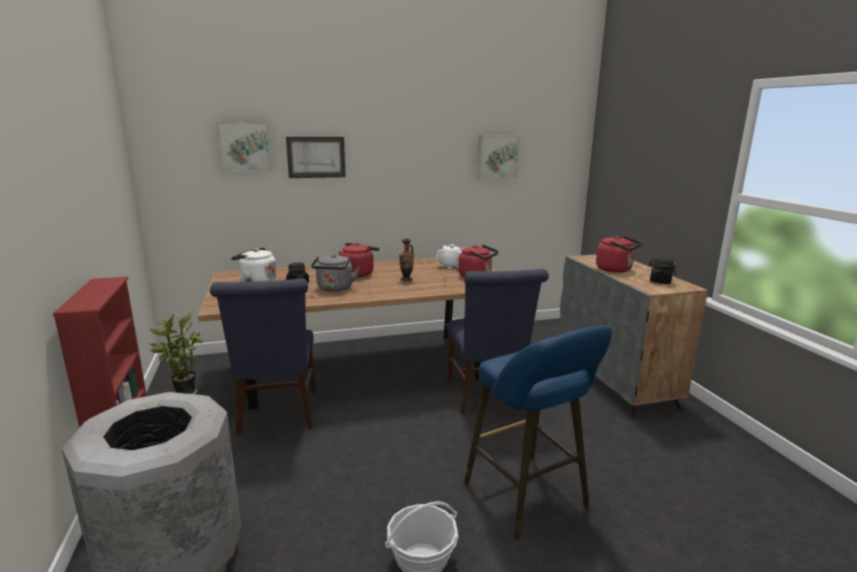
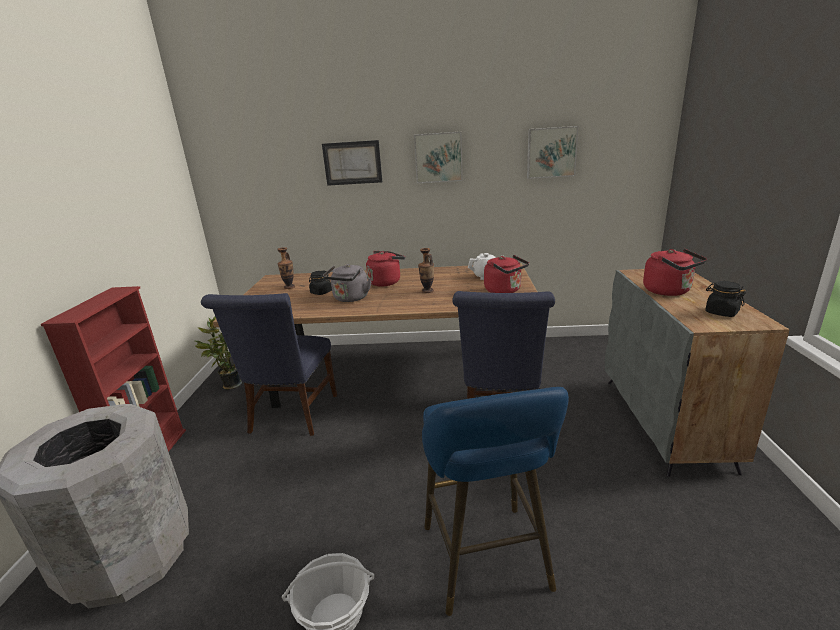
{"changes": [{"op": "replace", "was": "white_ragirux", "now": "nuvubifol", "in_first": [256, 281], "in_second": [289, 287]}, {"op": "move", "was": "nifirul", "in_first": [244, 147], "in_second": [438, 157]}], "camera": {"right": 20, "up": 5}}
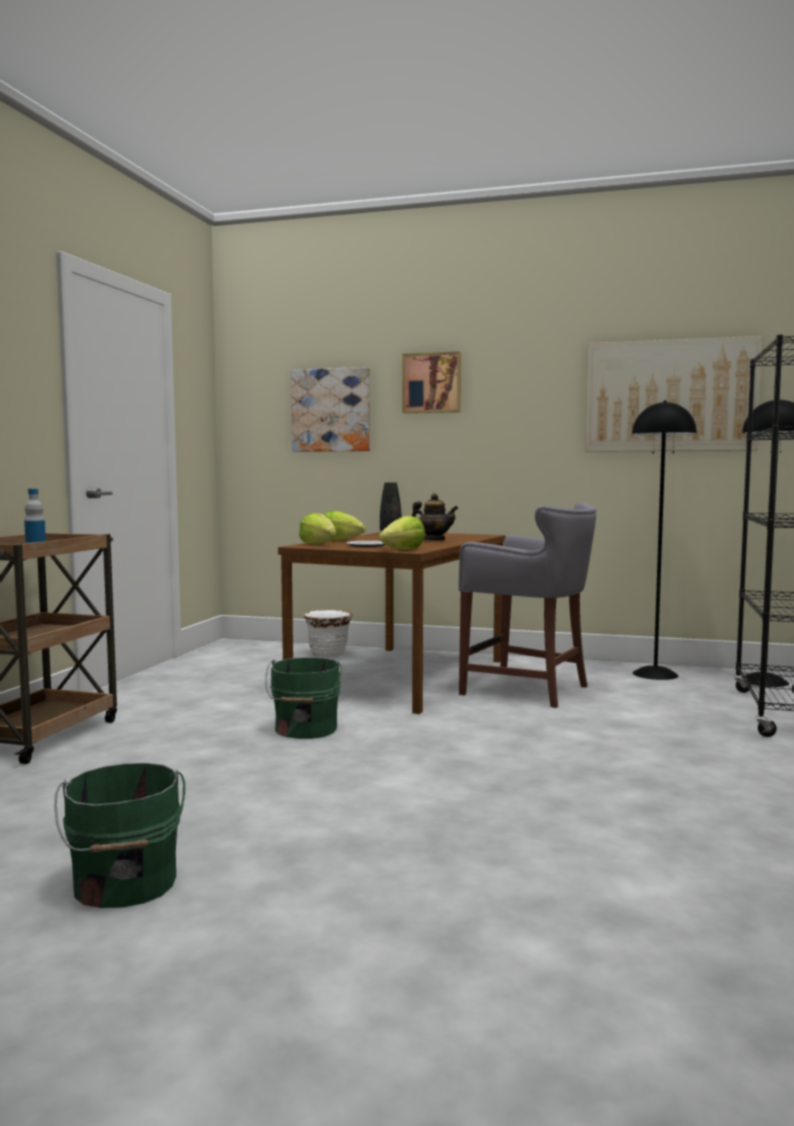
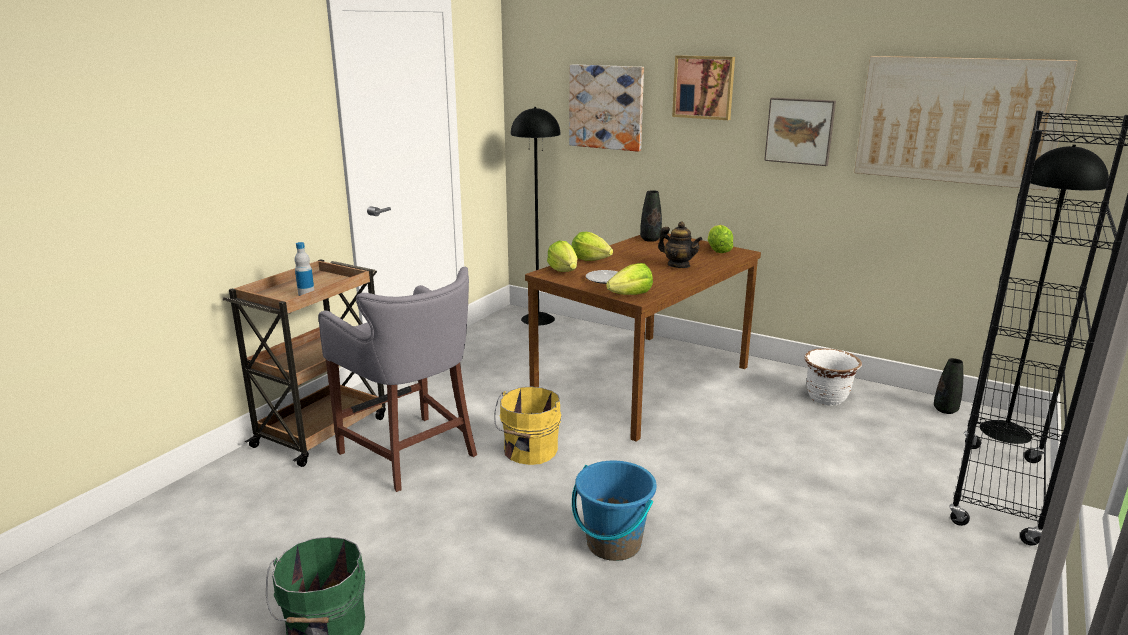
{"changes": [{"op": "move", "was": "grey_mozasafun", "in_first": [529, 690], "in_second": [411, 454]}, {"op": "recolor", "was": "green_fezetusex", "now": "yellow_fezetusex", "in_first": [305, 730], "in_second": [529, 451]}, {"op": "move", "was": "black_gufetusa", "in_first": [655, 674], "in_second": [538, 319]}, {"op": "insert", "now": "blue_fezetusex", "in_second": [613, 544]}, {"op": "insert", "now": "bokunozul", "in_second": [718, 250]}, {"op": "insert", "now": "nifirul", "in_second": [800, 131]}, {"op": "move", "was": "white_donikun", "in_first": [328, 653], "in_second": [827, 398]}, {"op": "insert", "now": "black_nuvubifol", "in_second": [945, 410]}], "camera": {"right": 15, "up": 15}}
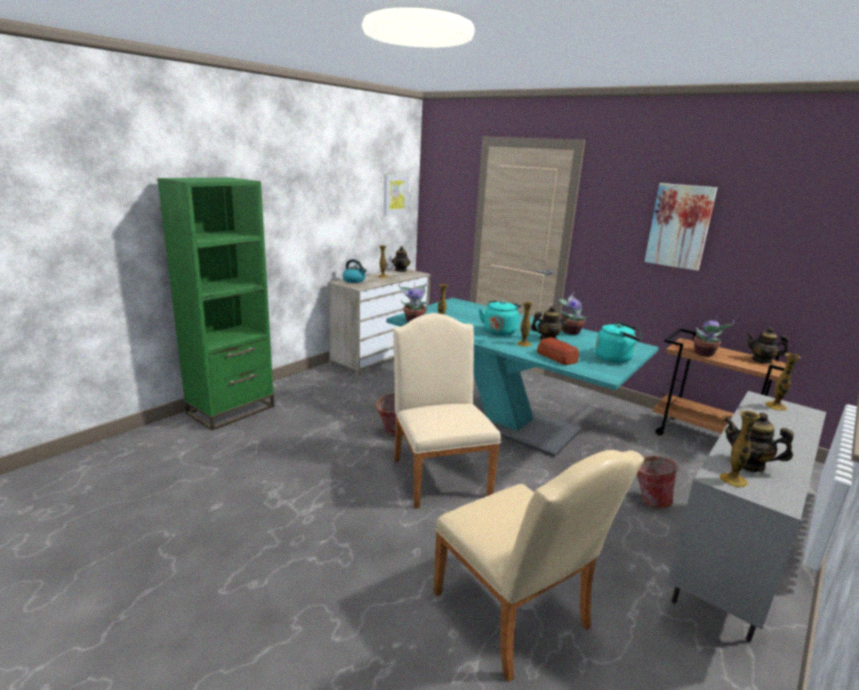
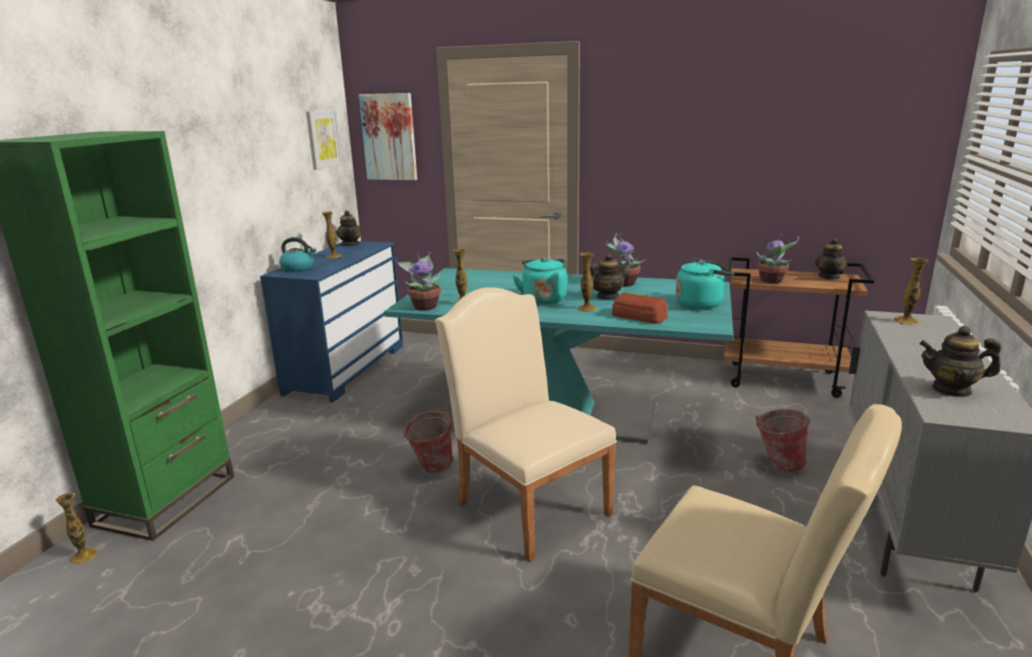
{"changes": [{"op": "move", "was": "nuvubifol", "in_first": [733, 480], "in_second": [84, 556]}, {"op": "recolor", "was": "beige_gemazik", "now": "blue_gemazik", "in_first": [379, 356], "in_second": [345, 369]}, {"op": "move", "was": "nifirul", "in_first": [679, 226], "in_second": [389, 137]}, {"op": "rotate", "was": "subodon", "in_first": [761, 360], "in_second": [829, 277], "clockwise": -75}], "camera": {"right": -20, "up": 0}}
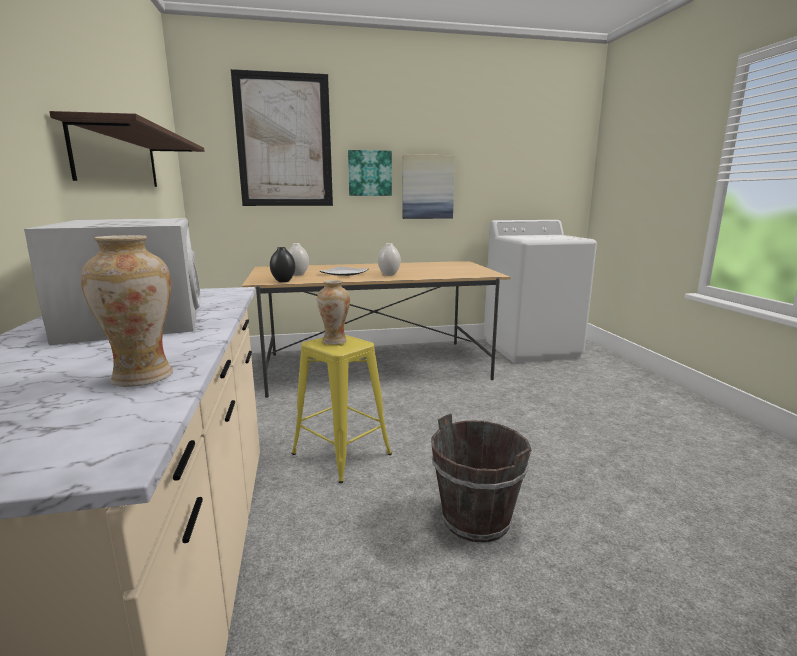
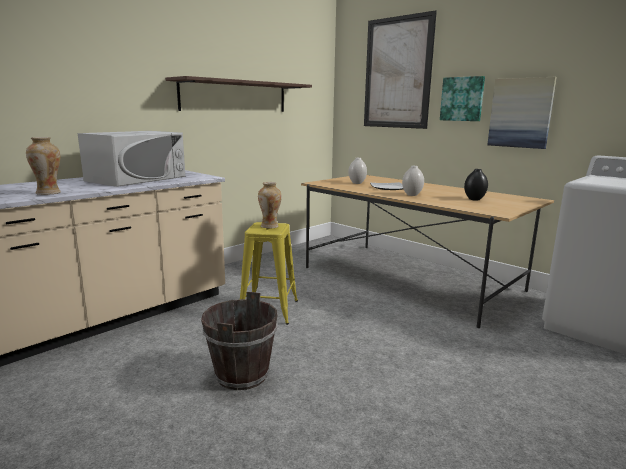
{"changes": [{"op": "move", "was": "black_nuvubifol", "in_first": [283, 281], "in_second": [474, 199]}], "camera": {"right": 55, "up": 0}}
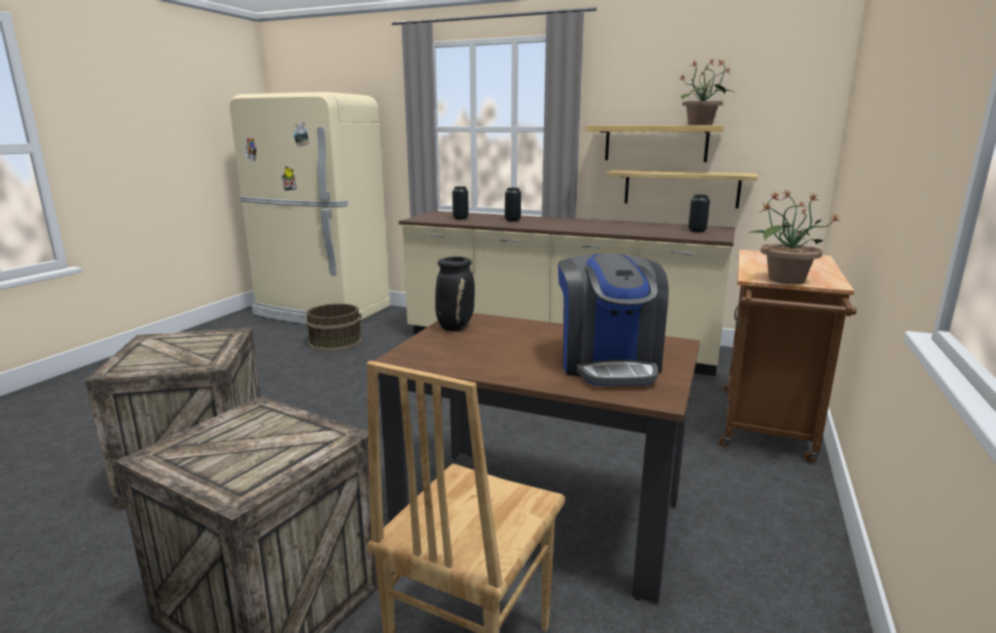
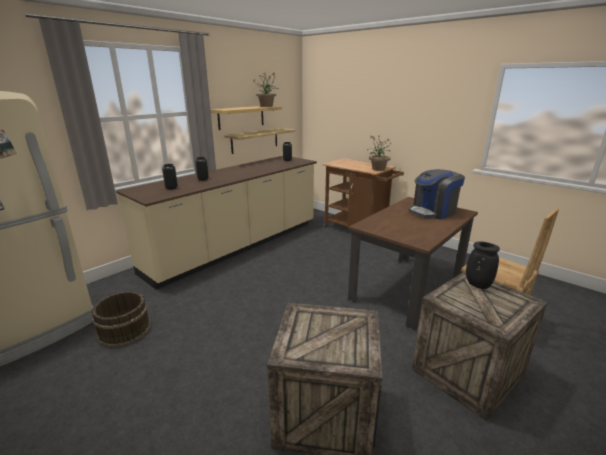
{"changes": [{"op": "rotate", "was": "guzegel", "in_first": [608, 363], "in_second": [433, 212], "clockwise": 135}, {"op": "move", "was": "black_nuvubifol", "in_first": [455, 327], "in_second": [477, 285]}], "camera": {"right": -70, "up": 5}}
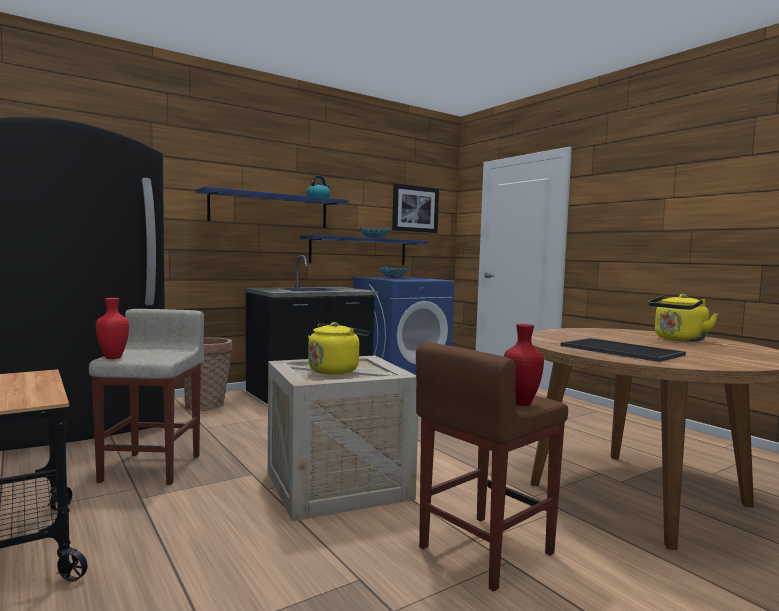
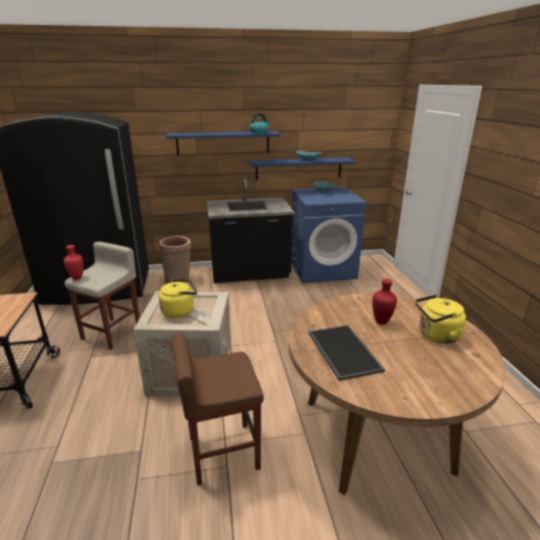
{"changes": [{"op": "move", "was": "red_nuvubifol", "in_first": [522, 403], "in_second": [382, 322]}, {"op": "delete", "was": "nifirul", "in_first": [415, 209]}], "camera": {"right": 25, "up": 20}}
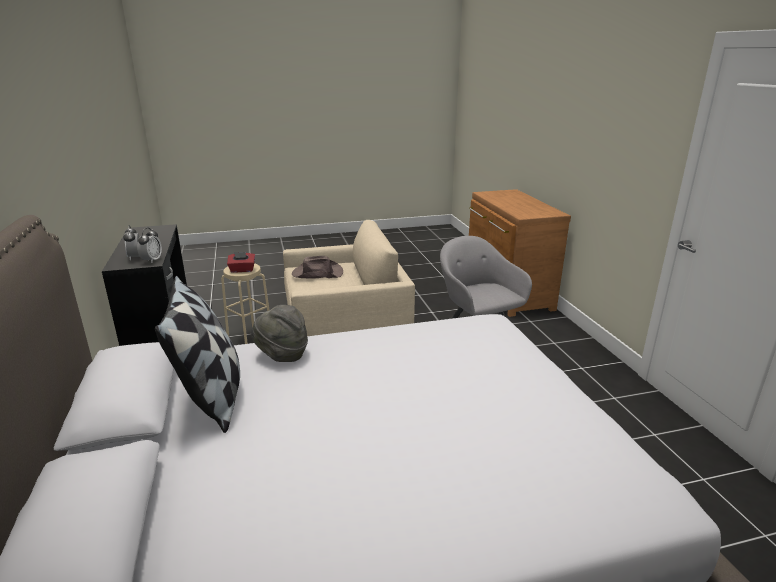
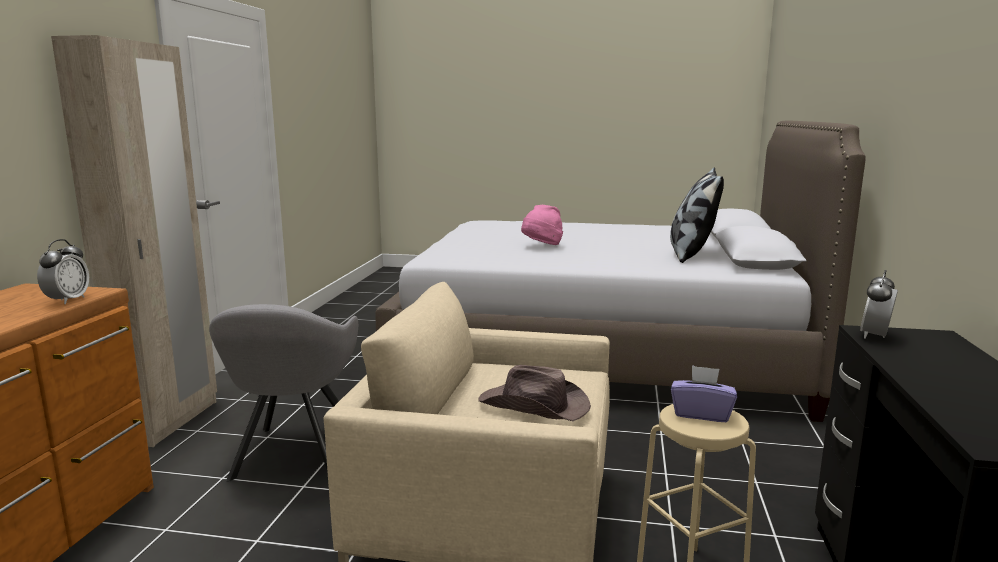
{"changes": [{"op": "move", "was": "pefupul", "in_first": [135, 257], "in_second": [67, 300]}, {"op": "insert", "now": "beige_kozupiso", "in_second": [170, 421]}, {"op": "insert", "now": "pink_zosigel", "in_second": [542, 246]}, {"op": "recolor", "was": "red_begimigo", "now": "purple_begimigo", "in_first": [242, 270], "in_second": [701, 413]}, {"op": "delete", "was": "grey_zosigel", "in_first": [282, 355]}], "camera": {"right": -155, "up": -10}}
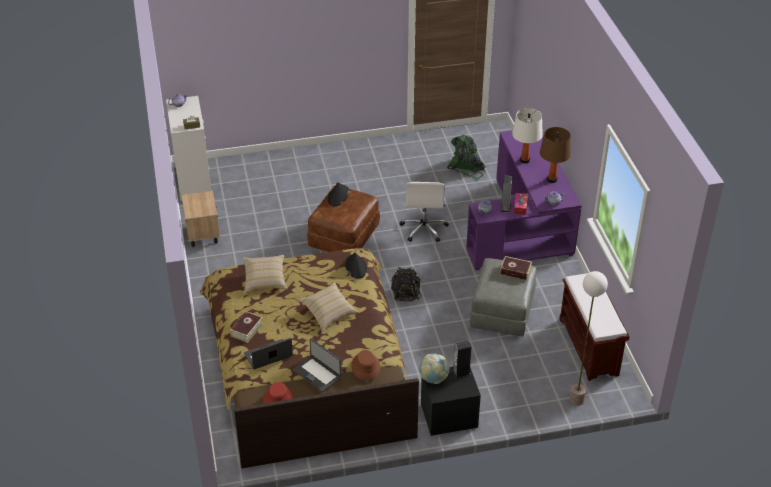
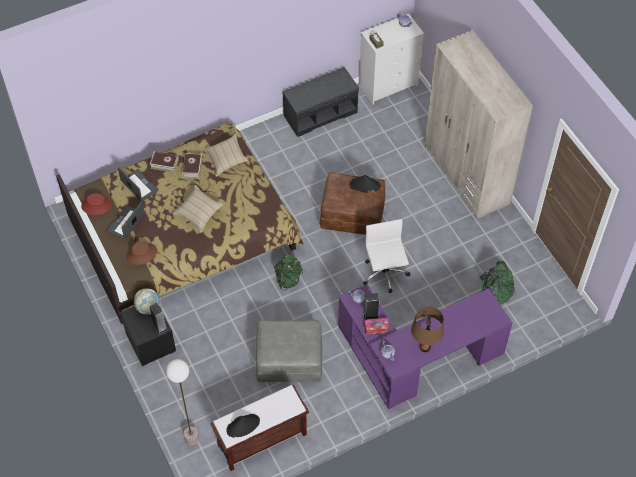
{"changes": [{"op": "move", "was": "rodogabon", "in_first": [515, 271], "in_second": [192, 168]}, {"op": "move", "was": "black_zosigel", "in_first": [355, 267], "in_second": [243, 425]}, {"op": "recolor", "was": "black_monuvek", "now": "green_monuvek", "in_first": [405, 295], "in_second": [288, 279]}, {"op": "replace", "was": "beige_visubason", "now": "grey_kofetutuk", "in_first": [203, 234], "in_second": [320, 113]}, {"op": "rotate", "was": "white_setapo", "in_first": [424, 229], "in_second": [384, 274], "clockwise": 90}, {"op": "insert", "now": "beige_kozupiso", "in_second": [466, 175]}, {"op": "delete", "was": "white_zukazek", "in_first": [524, 160]}], "camera": {"right": 75, "up": 15}}
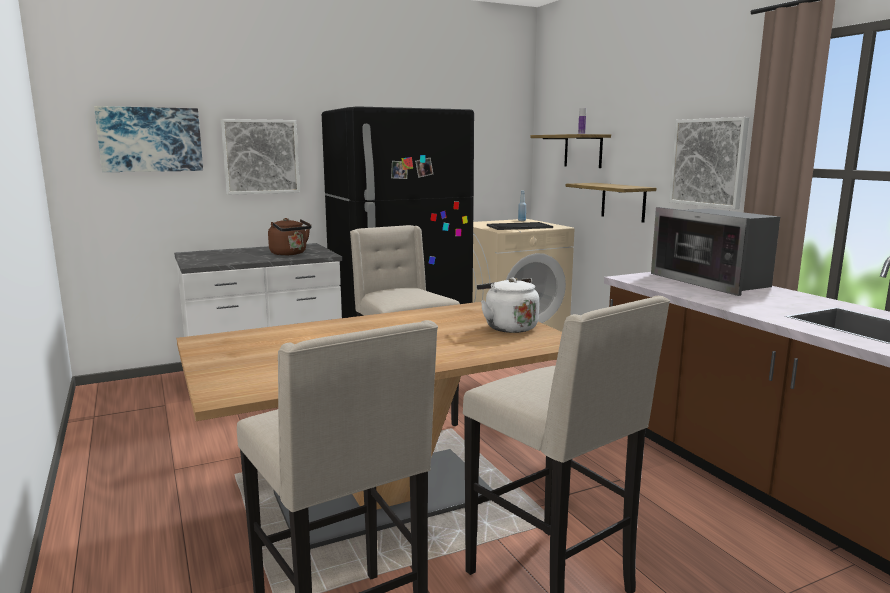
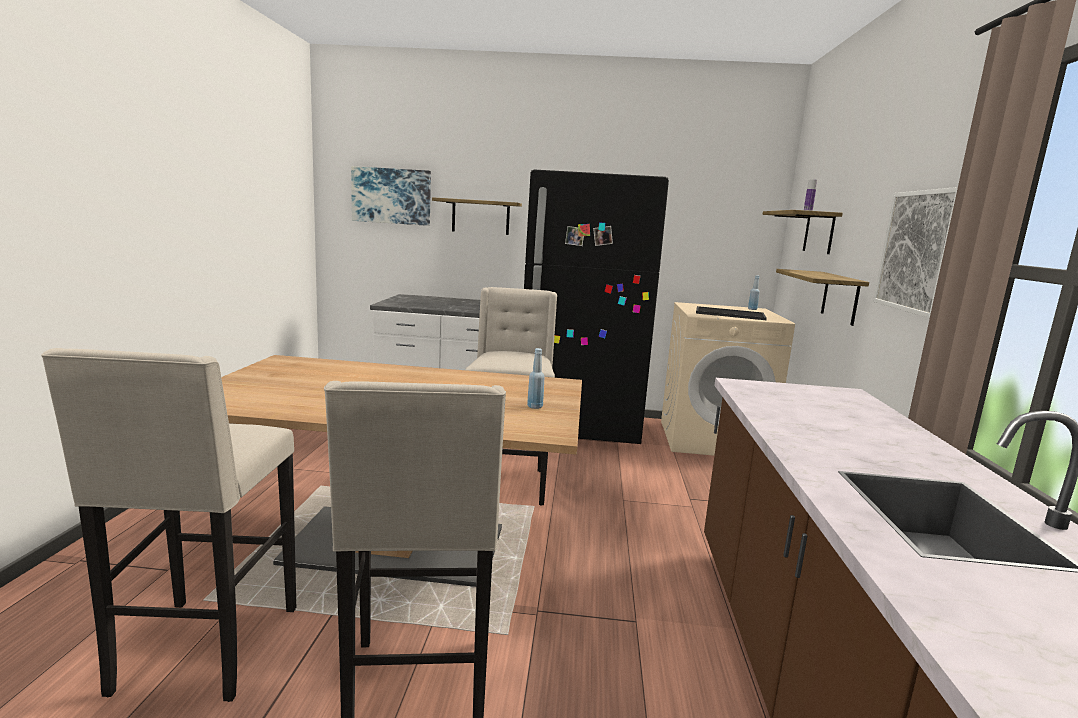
{"changes": [{"op": "replace", "was": "nifirul", "now": "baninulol", "in_first": [261, 156], "in_second": [480, 217]}, {"op": "replace", "was": "white_ragirux", "now": "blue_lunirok", "in_first": [508, 327], "in_second": [535, 407]}, {"op": "delete", "was": "brown_ragirux", "in_first": [290, 254]}, {"op": "delete", "was": "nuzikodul", "in_first": [713, 281]}], "camera": {"right": 30, "up": 0}}
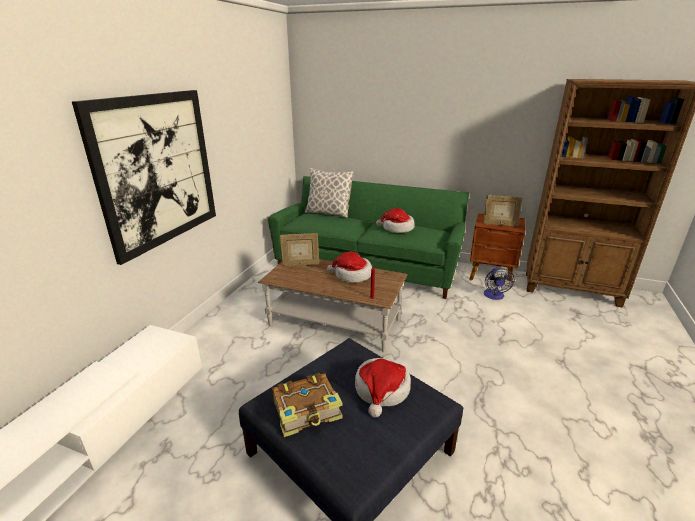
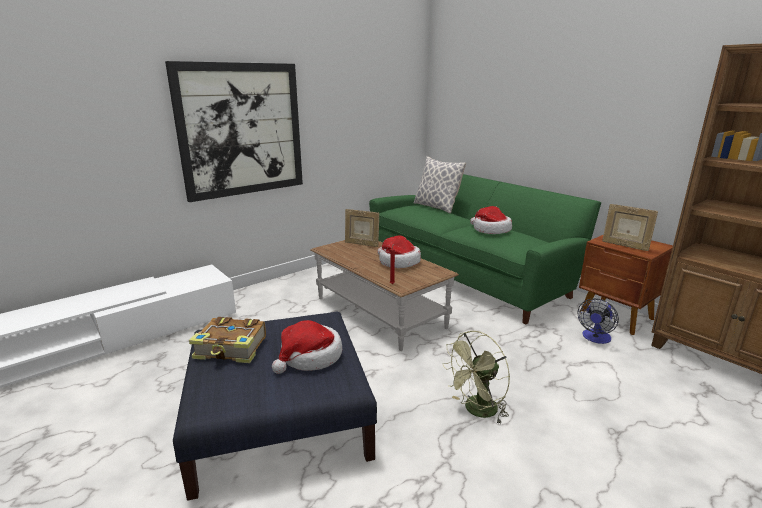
{"changes": [{"op": "insert", "now": "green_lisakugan", "in_second": [476, 411]}], "camera": {"right": 30, "up": -5}}
